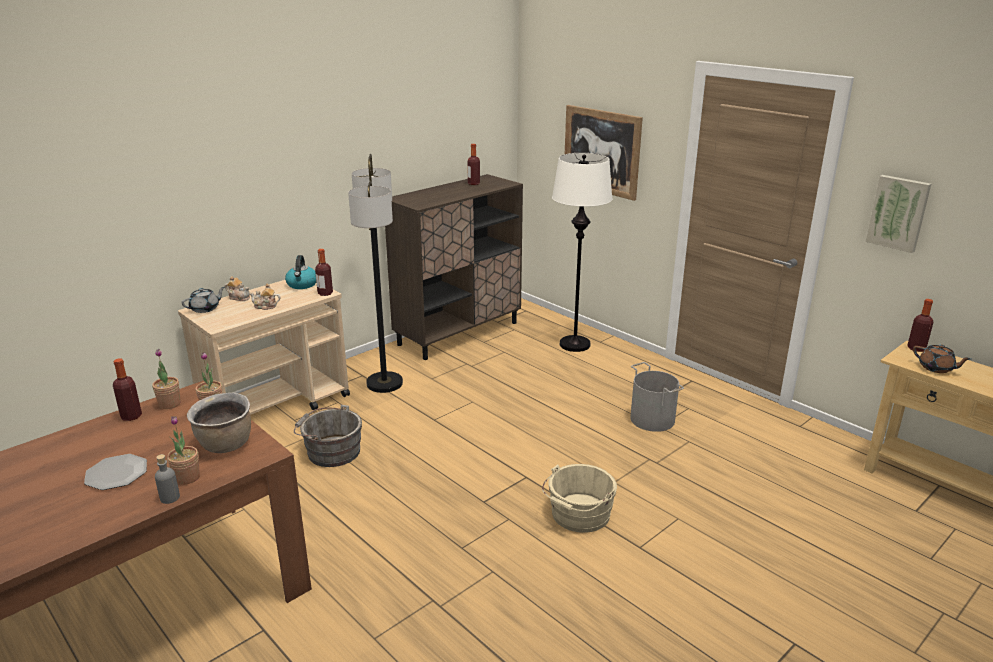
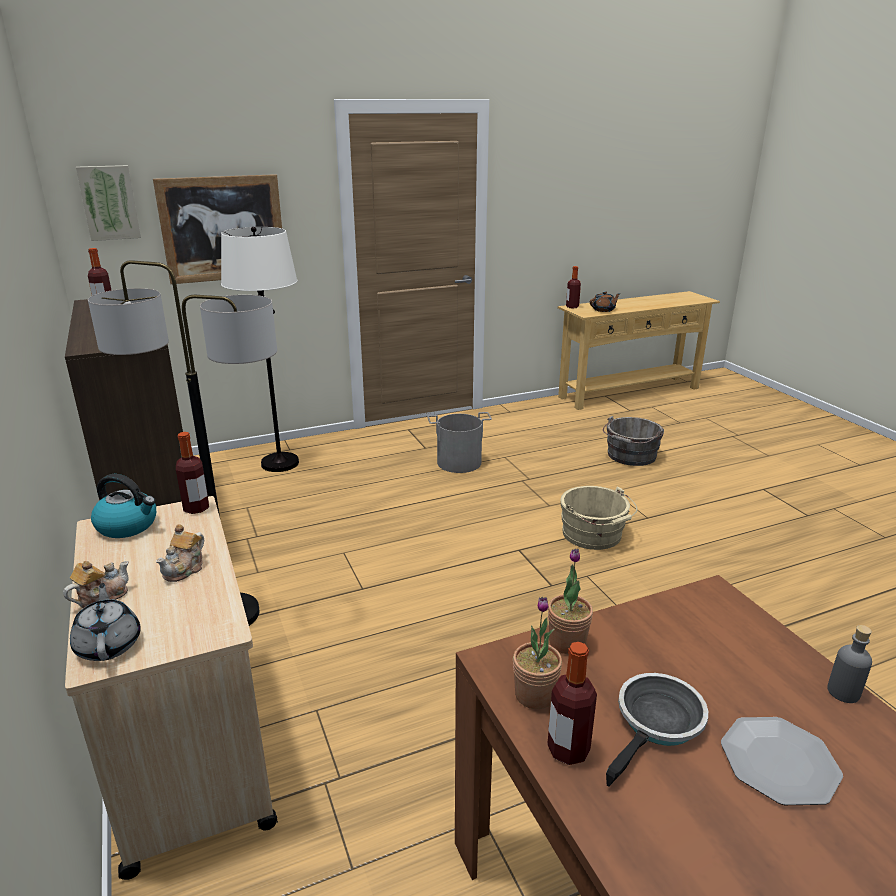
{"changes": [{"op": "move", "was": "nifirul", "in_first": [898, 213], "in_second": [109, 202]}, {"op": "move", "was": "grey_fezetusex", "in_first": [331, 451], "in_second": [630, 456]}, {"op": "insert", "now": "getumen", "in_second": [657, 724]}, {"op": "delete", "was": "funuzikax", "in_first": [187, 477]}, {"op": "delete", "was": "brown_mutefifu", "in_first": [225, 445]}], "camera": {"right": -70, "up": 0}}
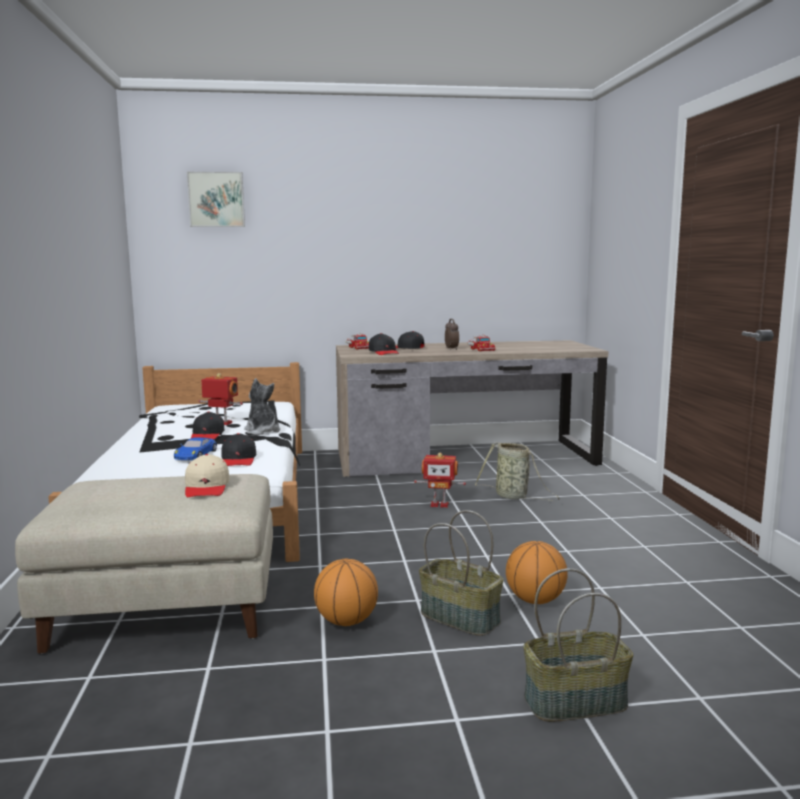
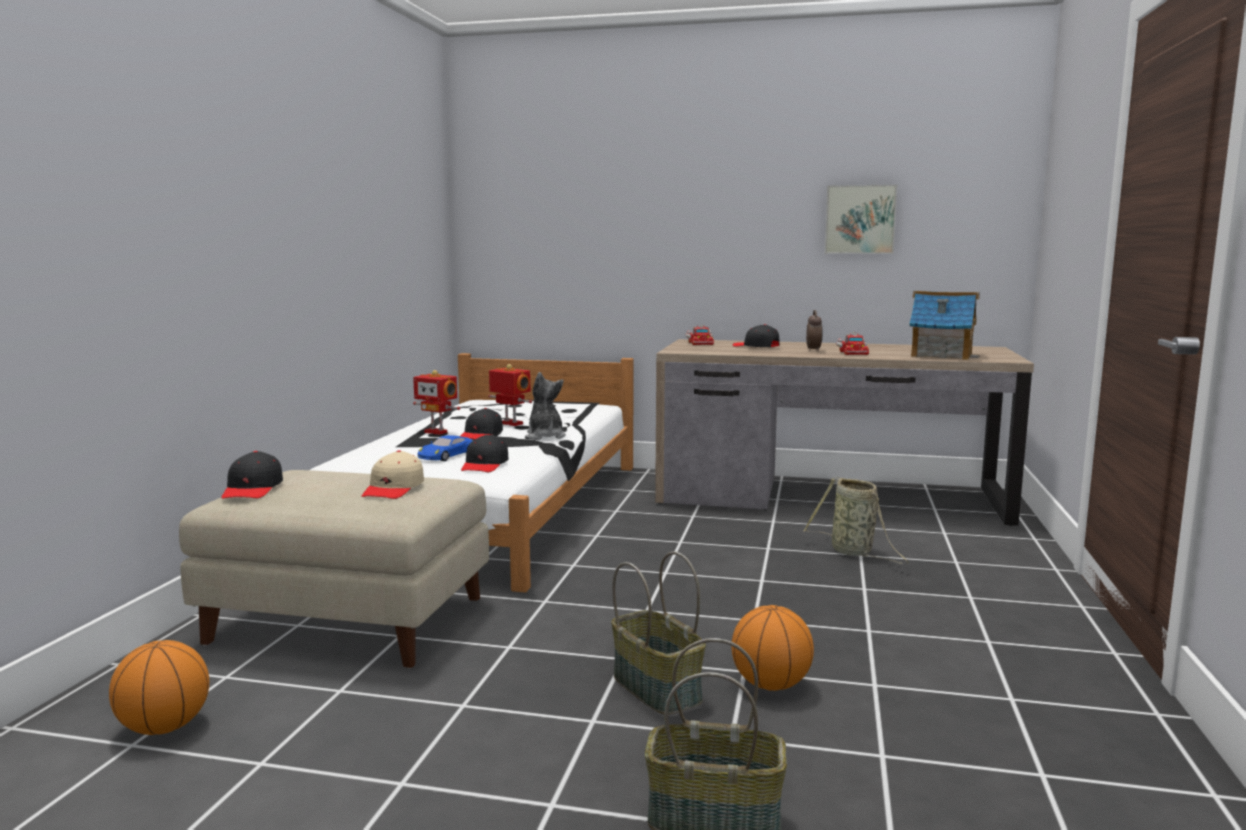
{"changes": [{"op": "move", "was": "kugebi", "in_first": [346, 621], "in_second": [164, 728]}, {"op": "move", "was": "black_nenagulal", "in_first": [384, 352], "in_second": [253, 489]}, {"op": "move", "was": "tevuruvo", "in_first": [439, 505], "in_second": [437, 432]}, {"op": "move", "was": "nifirul", "in_first": [216, 199], "in_second": [860, 219]}, {"op": "insert", "now": "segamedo", "in_second": [941, 355]}], "camera": {"right": 20, "up": 0}}
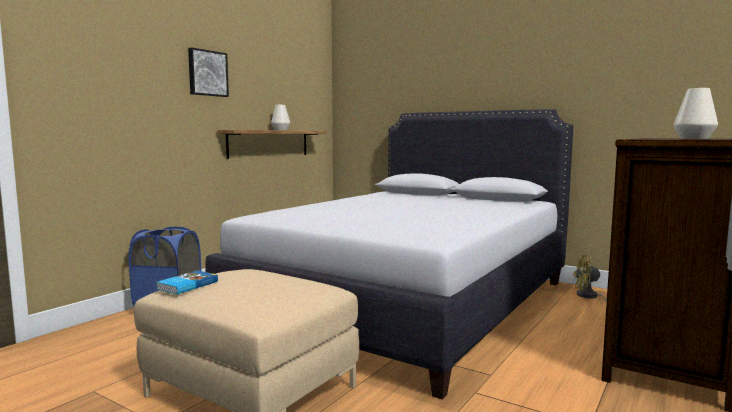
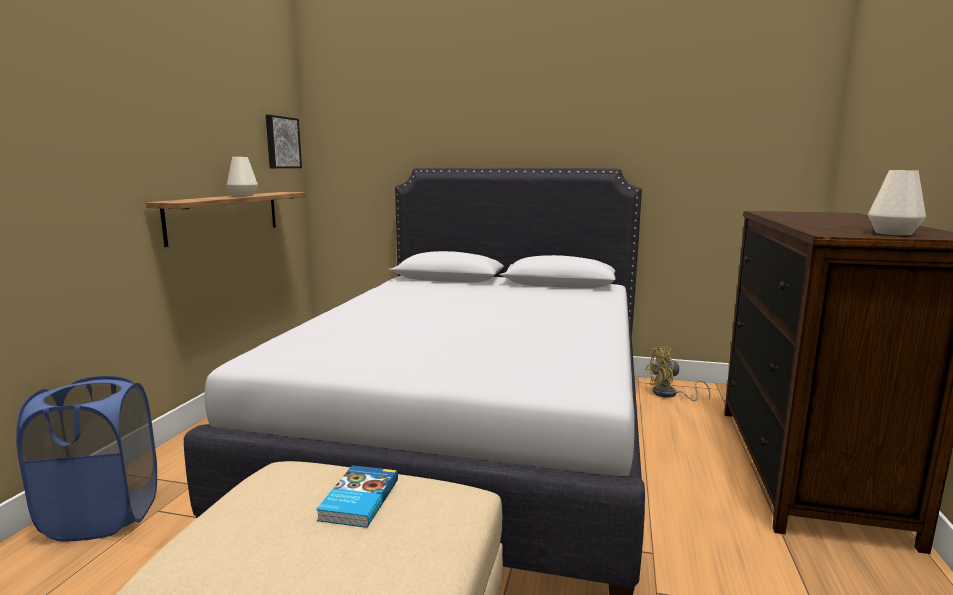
{"changes": [{"op": "move", "was": "nifirul", "in_first": [207, 73], "in_second": [281, 142]}, {"op": "move", "was": "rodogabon", "in_first": [187, 285], "in_second": [357, 500]}], "camera": {"right": -20, "up": 5}}
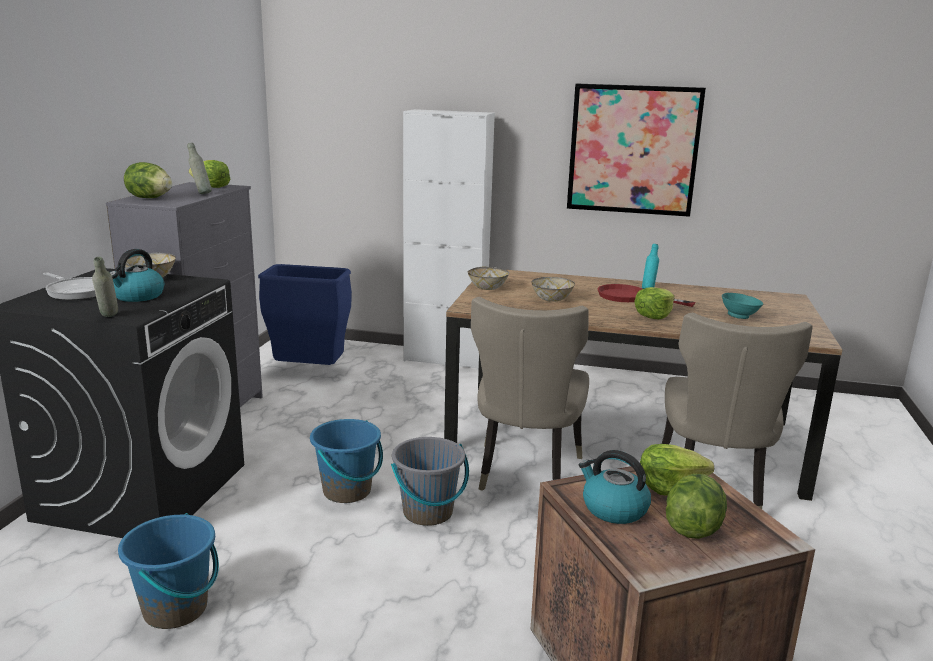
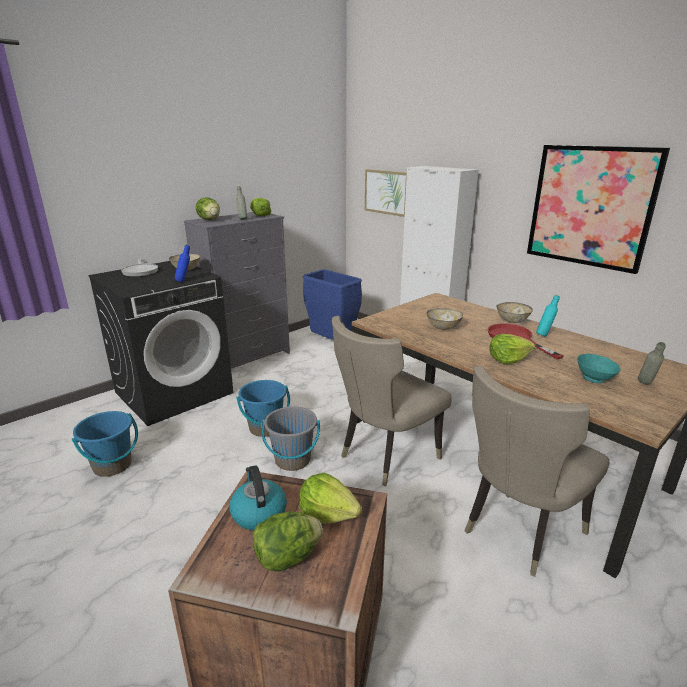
{"changes": [{"op": "insert", "now": "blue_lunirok", "in_second": [184, 281]}, {"op": "insert", "now": "nifirul", "in_second": [387, 192]}, {"op": "move", "was": "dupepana", "in_first": [488, 288], "in_second": [512, 320]}, {"op": "move", "was": "grey_lunirok", "in_first": [108, 317], "in_second": [646, 385]}, {"op": "delete", "was": "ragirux", "in_first": [138, 296]}], "camera": {"right": 35, "up": 5}}
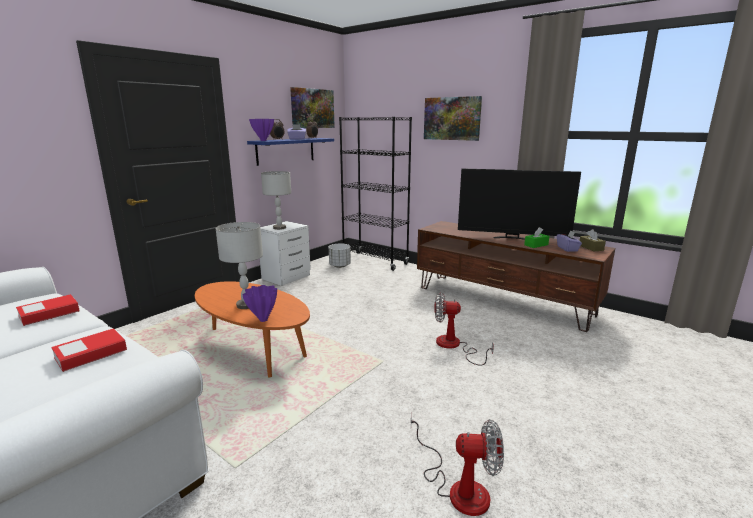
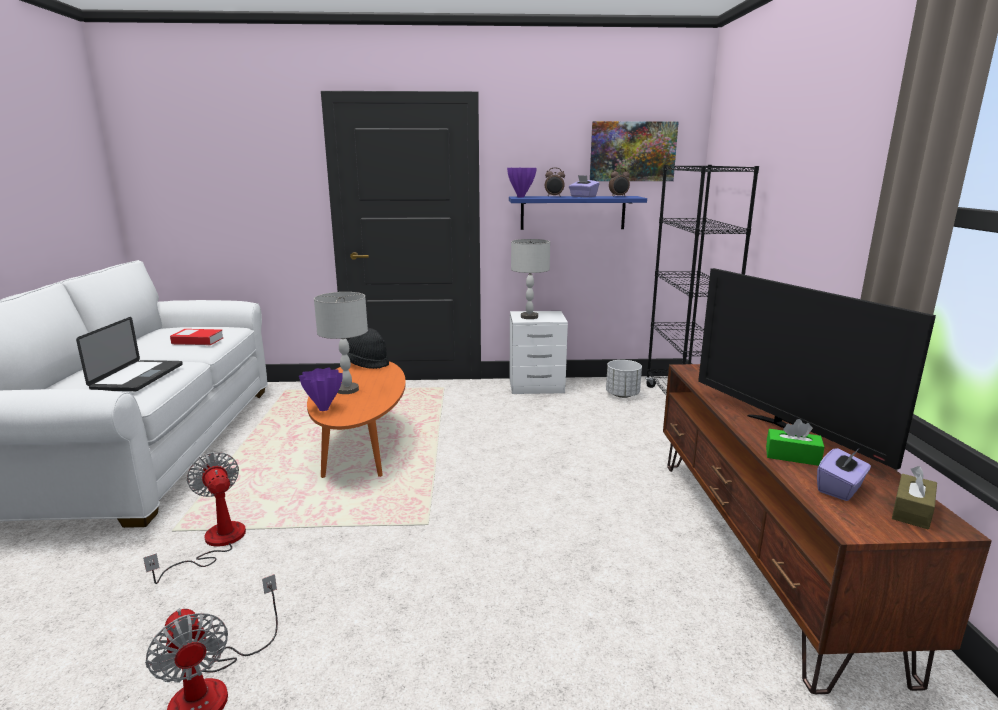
{"changes": [{"op": "replace", "was": "rodogabon", "now": "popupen", "in_first": [91, 354], "in_second": [138, 377]}, {"op": "move", "was": "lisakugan", "in_first": [454, 346], "in_second": [214, 543]}, {"op": "insert", "now": "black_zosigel", "in_second": [366, 364]}, {"op": "delete", "was": "nifirul", "in_first": [452, 118]}], "camera": {"right": 50, "up": 0}}
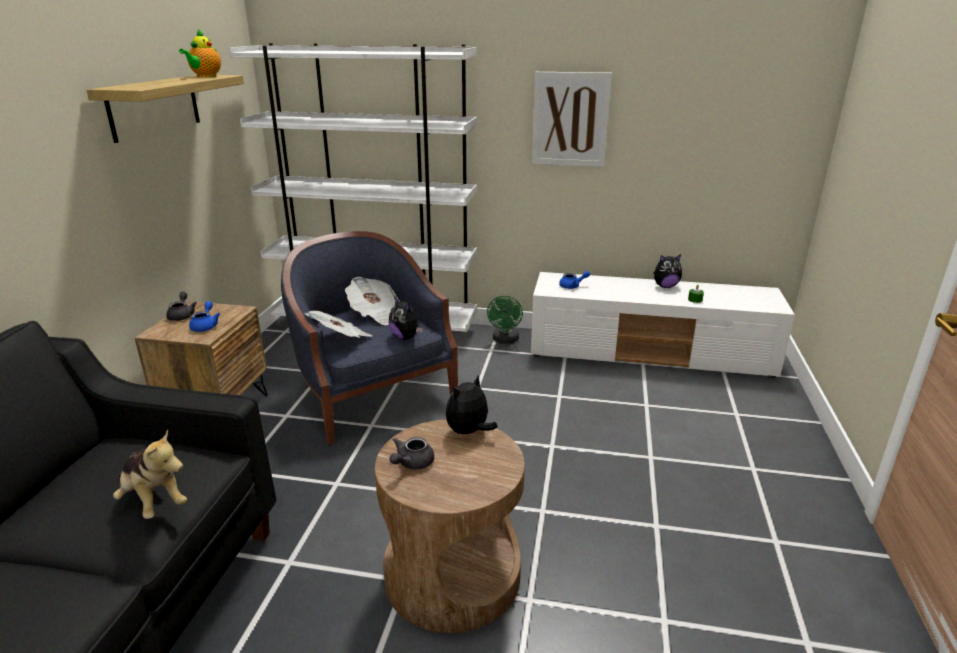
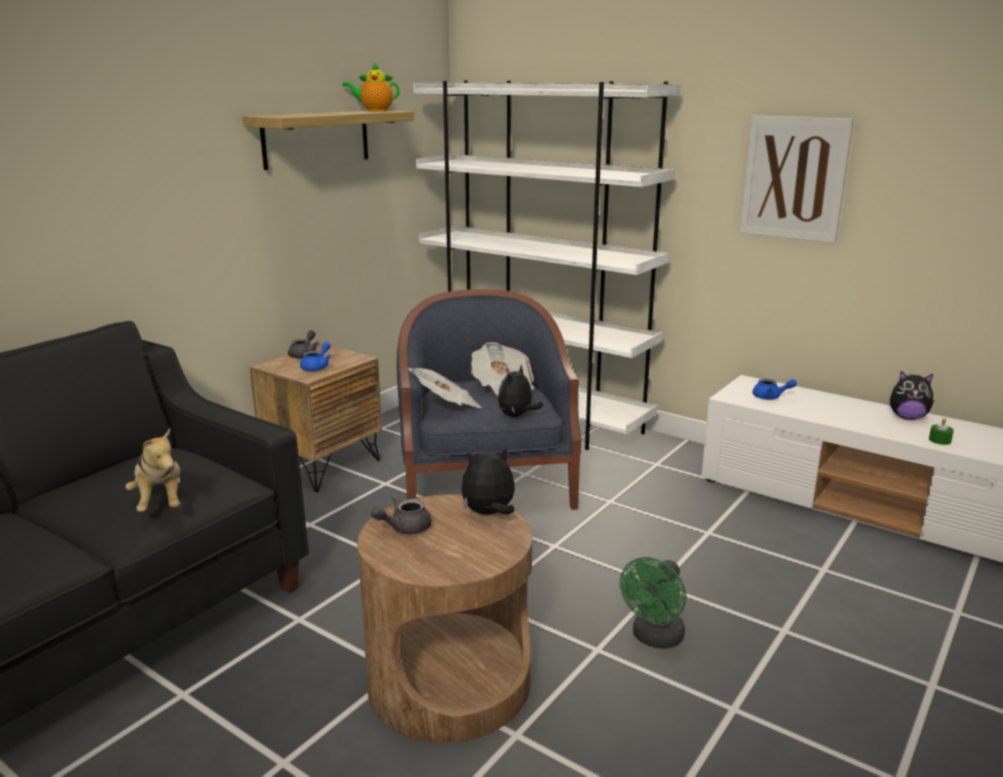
{"changes": [{"op": "rotate", "was": "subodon", "in_first": [205, 76], "in_second": [374, 111], "clockwise": 45}, {"op": "rotate", "was": "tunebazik", "in_first": [406, 337], "in_second": [517, 416], "clockwise": 45}, {"op": "move", "was": "green_lisakugan", "in_first": [505, 340], "in_second": [654, 638]}], "camera": {"right": 25, "up": -5}}
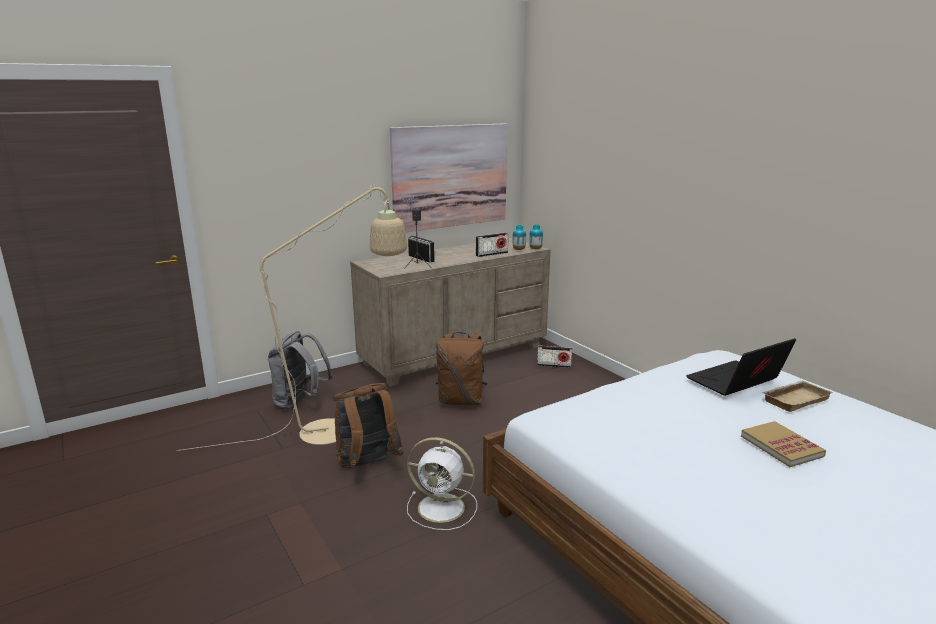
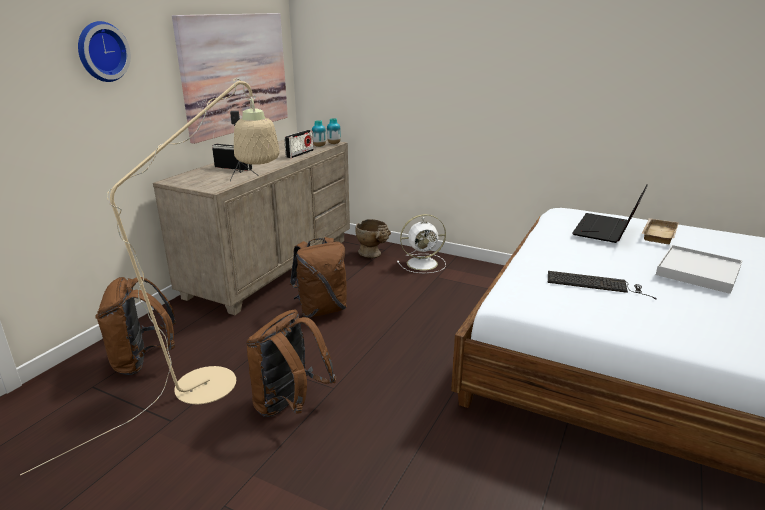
{"changes": [{"op": "insert", "now": "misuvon", "in_second": [101, 51]}, {"op": "recolor", "was": "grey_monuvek", "now": "brown_monuvek", "in_first": [300, 402], "in_second": [143, 361]}, {"op": "replace", "was": "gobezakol", "now": "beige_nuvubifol", "in_first": [554, 365], "in_second": [373, 254]}, {"op": "move", "was": "white_lisakugan", "in_first": [443, 508], "in_second": [423, 263]}, {"op": "insert", "now": "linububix", "in_second": [596, 284]}, {"op": "replace", "was": "rodogabon", "now": "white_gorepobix", "in_first": [781, 446], "in_second": [698, 272]}], "camera": {"right": -30, "up": 5}}
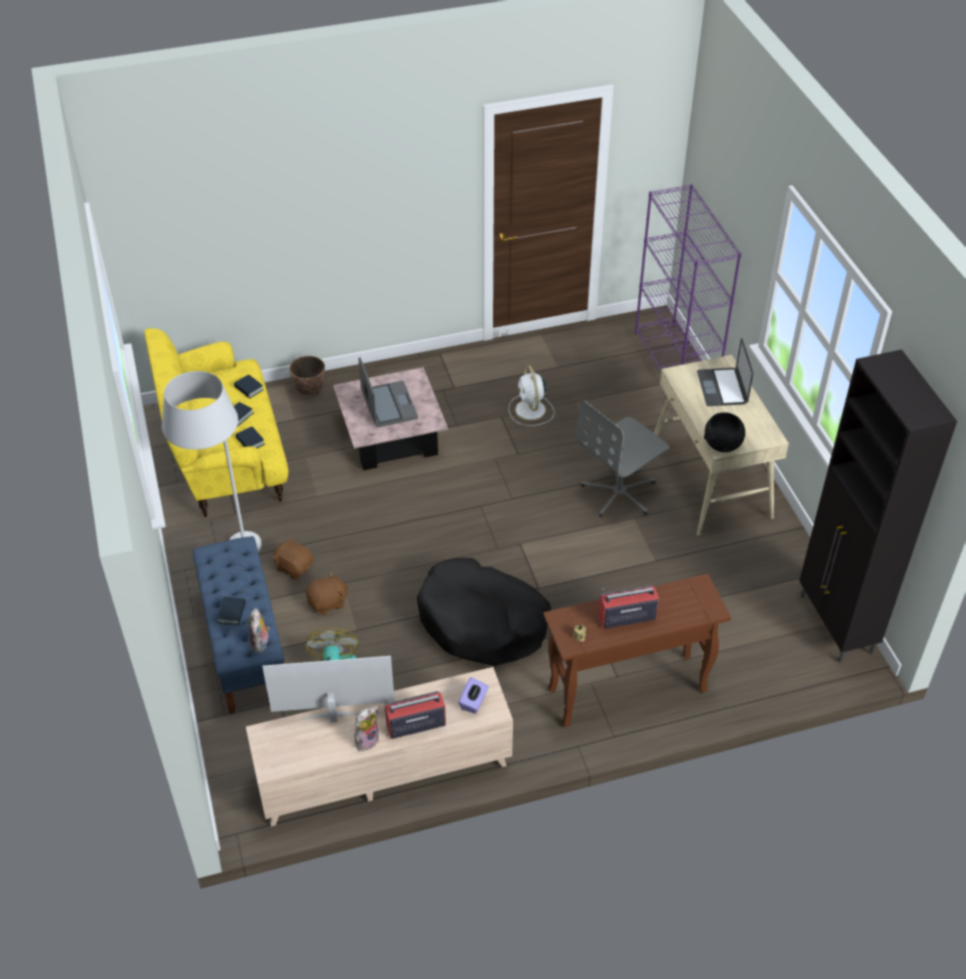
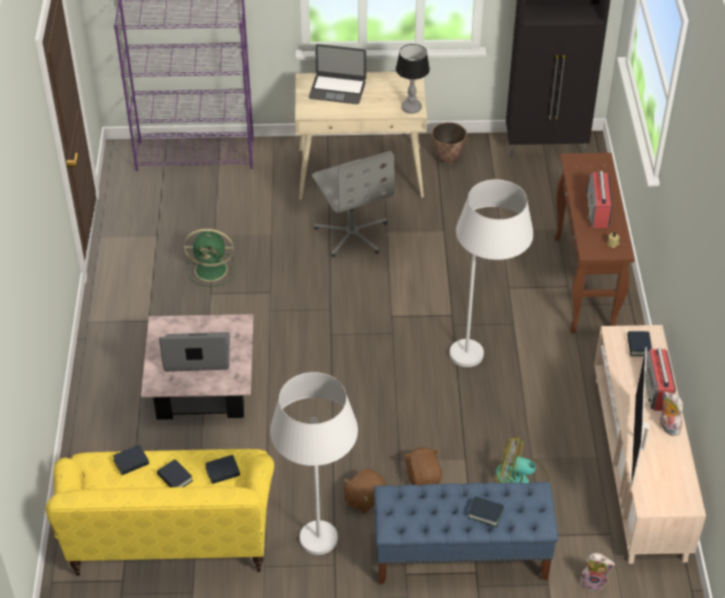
{"changes": [{"op": "recolor", "was": "white_lisakugan", "now": "green_lisakugan", "in_first": [530, 411], "in_second": [212, 270]}, {"op": "replace", "was": "black_dupepana", "now": "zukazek", "in_first": [723, 445], "in_second": [411, 107]}, {"op": "move", "was": "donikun", "in_first": [309, 391], "in_second": [447, 158]}, {"op": "replace", "was": "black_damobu", "now": "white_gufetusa", "in_first": [483, 622], "in_second": [482, 362]}, {"op": "move", "was": "tunebazik", "in_first": [261, 643], "in_second": [594, 582]}, {"op": "replace", "was": "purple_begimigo", "now": "rodogabon", "in_first": [473, 702], "in_second": [638, 346]}], "camera": {"right": -75, "up": 0}}
